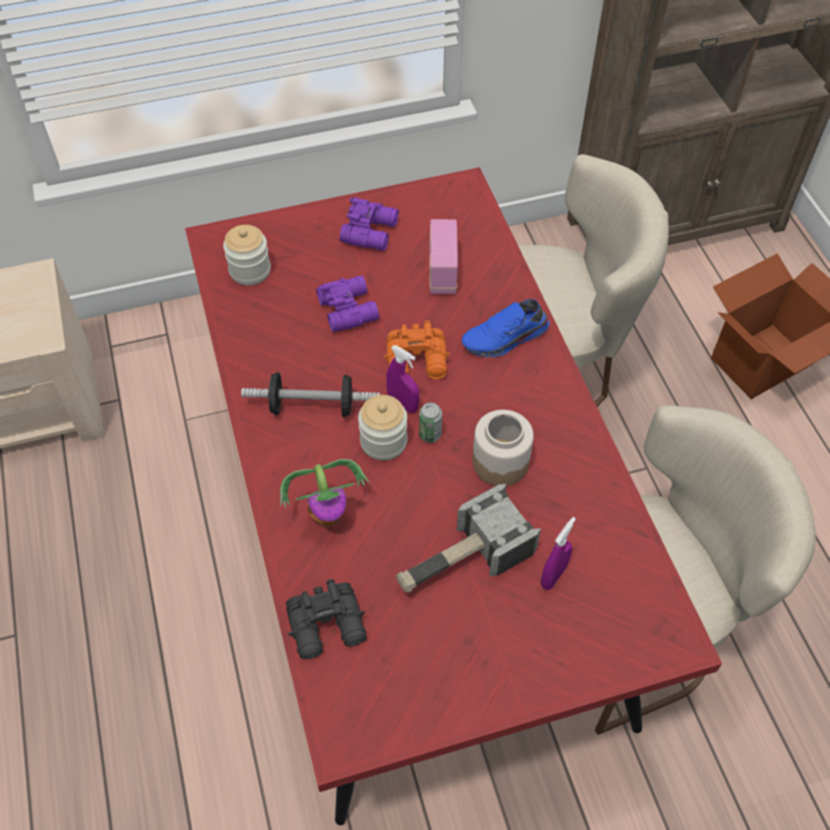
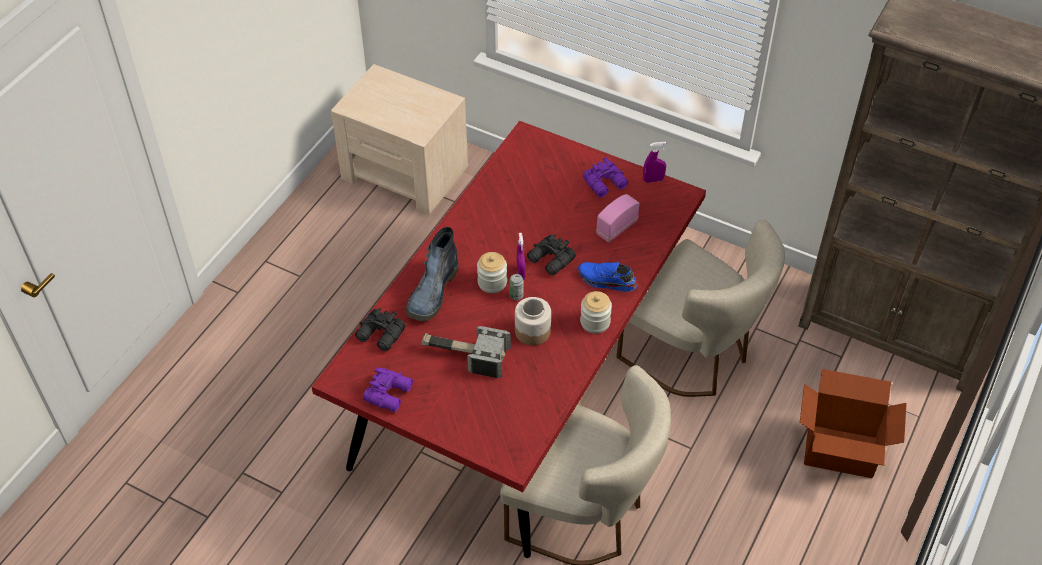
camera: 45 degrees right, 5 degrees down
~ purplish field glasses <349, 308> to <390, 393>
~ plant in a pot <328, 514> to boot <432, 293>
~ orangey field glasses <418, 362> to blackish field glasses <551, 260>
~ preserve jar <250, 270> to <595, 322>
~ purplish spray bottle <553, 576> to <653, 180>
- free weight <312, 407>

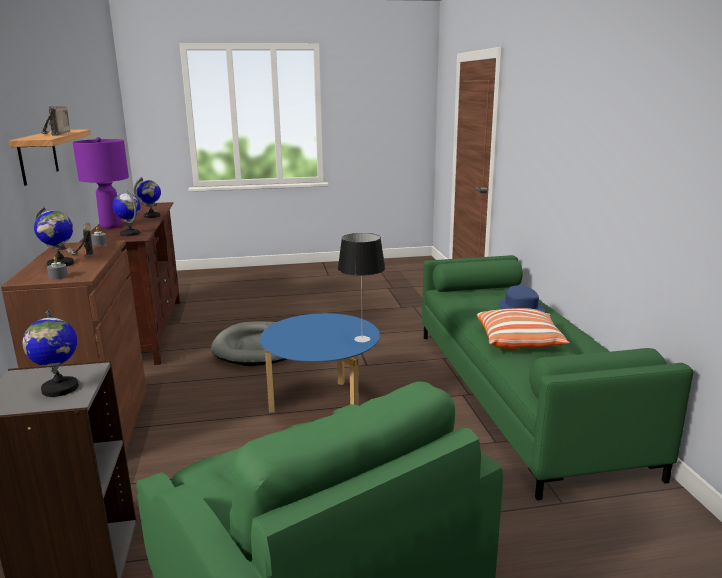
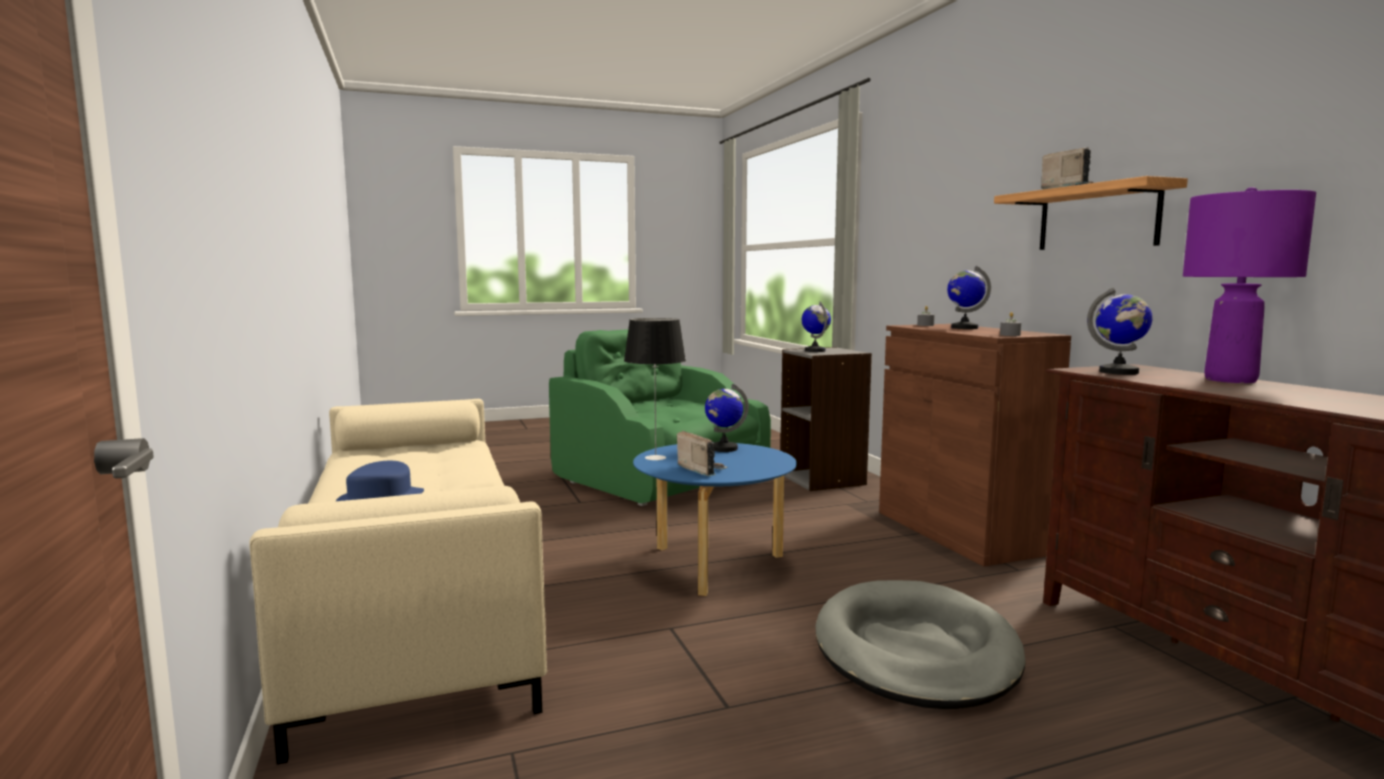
camera: 170 degrees right, 10 degrees down
~ green couch <519, 394> to beige-coloured couch <414, 596>
~ radio receiver <83, 253> to <701, 469>
~ globe <152, 216> to <723, 448>
- cushion <519, 341>

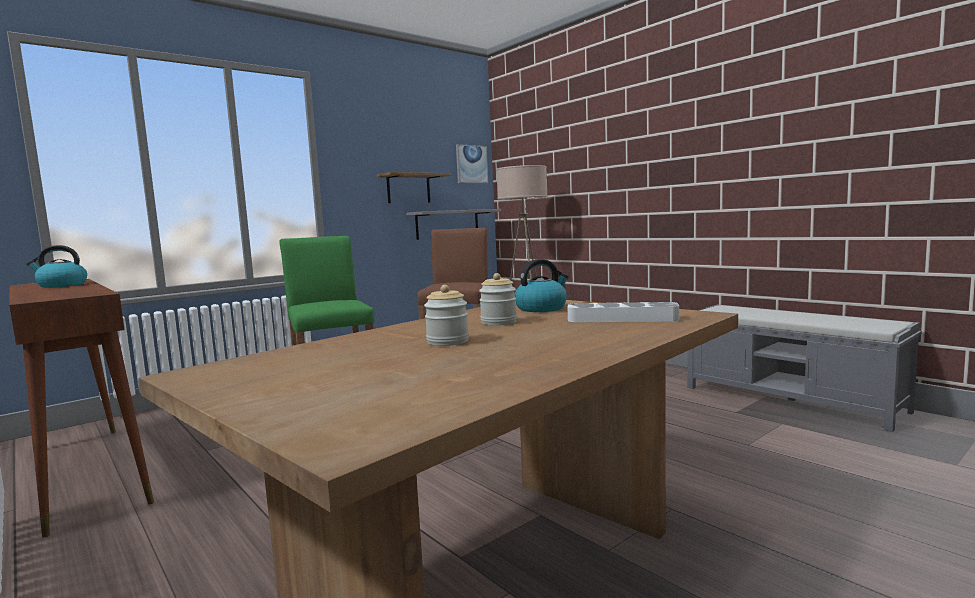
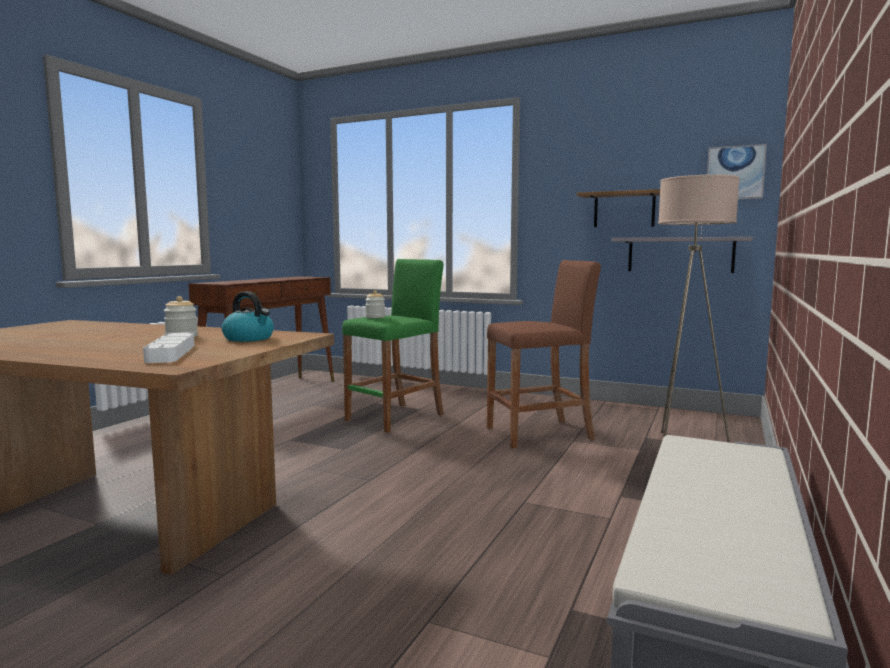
camera: 65 degrees right, 0 degrees up
~ preserve jar <447, 342> to <375, 317>
- kettle <61, 285>

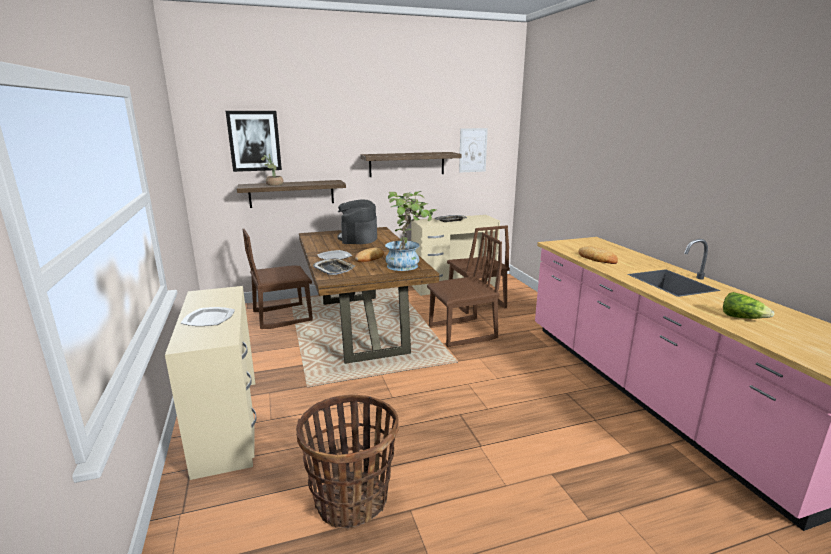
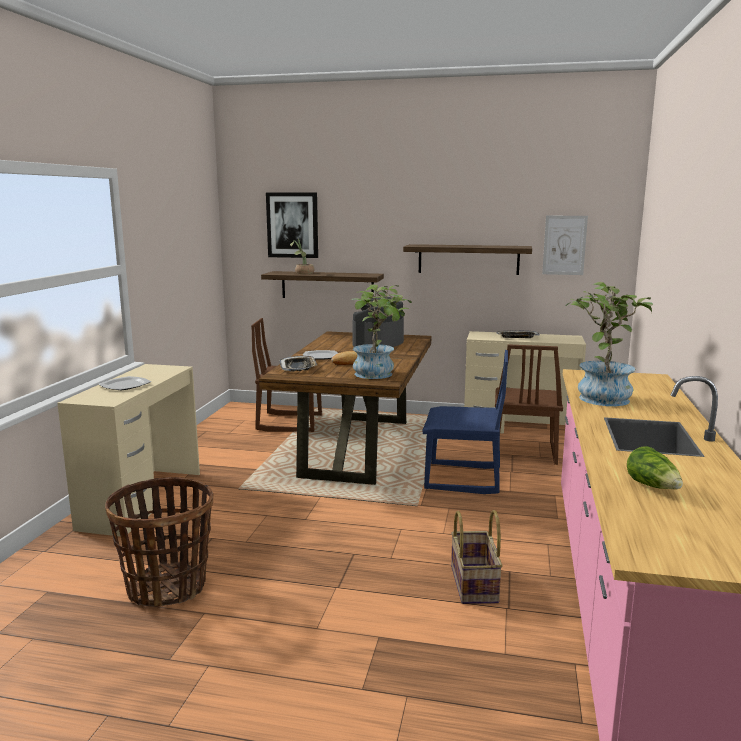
camera: 30 degrees right, 5 degrees down
~ brown-coloured upright chair <462, 333> to blue upright chair <463, 479>
+ storage basket <475, 584>
~ bread <597, 259> to plant in a pot <602, 396>

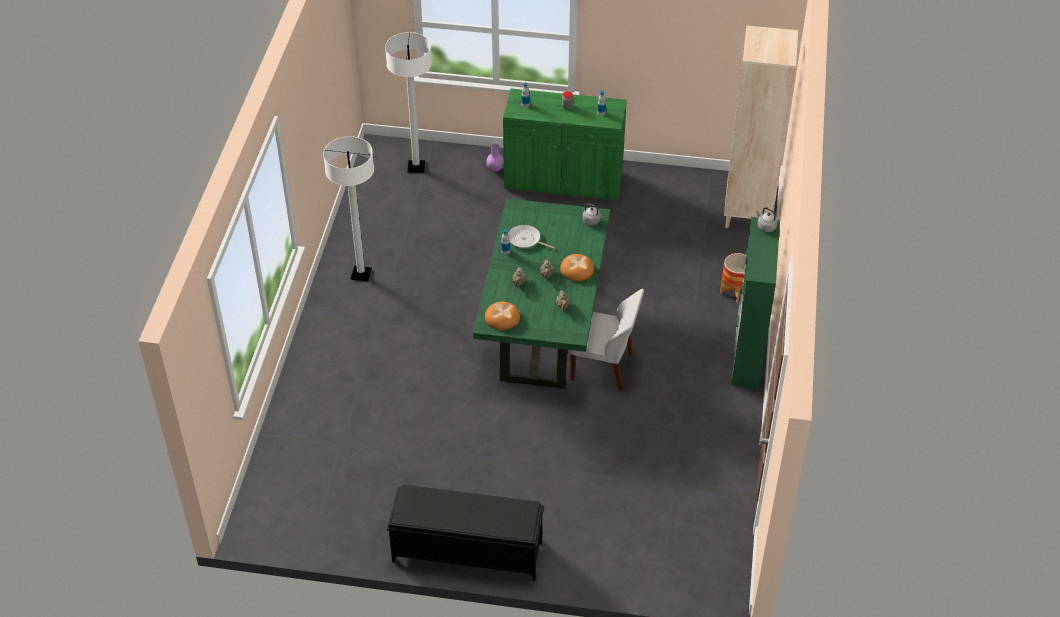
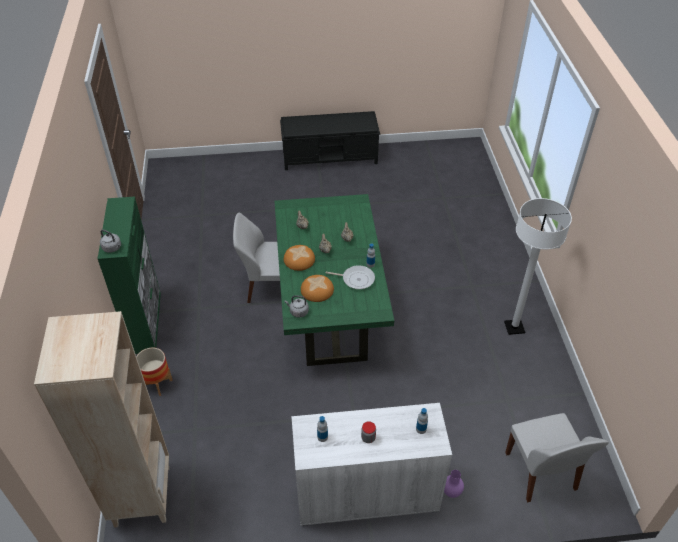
camera: 165 degrees right, 0 degrees up
~ green cupboard <563, 181> to whitish cupboard <366, 493>
~ bread <502, 317> to <317, 290>
~ whitish floor lamp <416, 167> to whitish upright chair <541, 473>

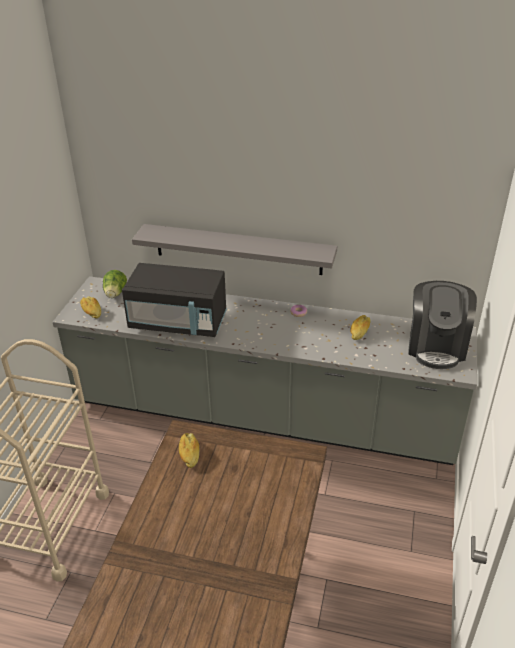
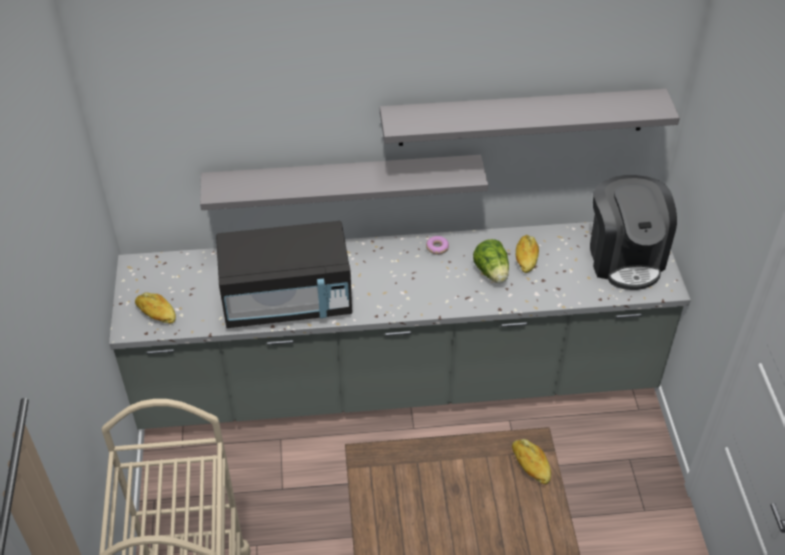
camera: 20 degrees left, 10 degrees up
+ gray wall shelf <522, 117>
~ head of lettuce <115, 294> to <492, 272>
~ bread <189, 454> to <530, 465>

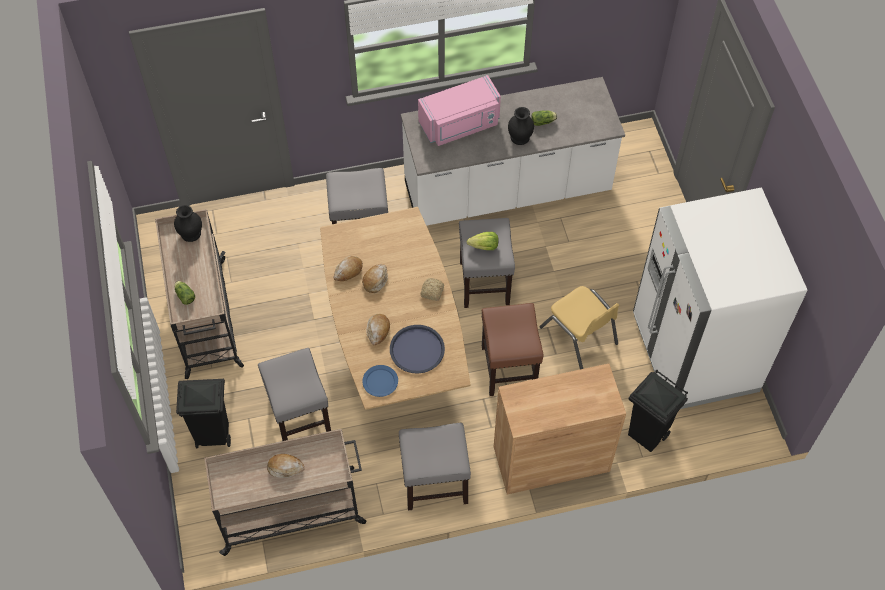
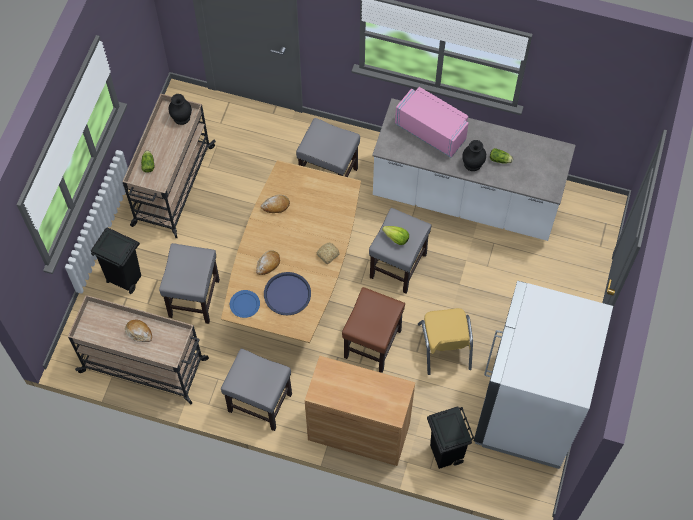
camera: 30 degrees right, 5 degrees up
~ pink microwave oven <460, 125> = <432, 130> 150 degrees counterclockwise
- bread <375, 280>

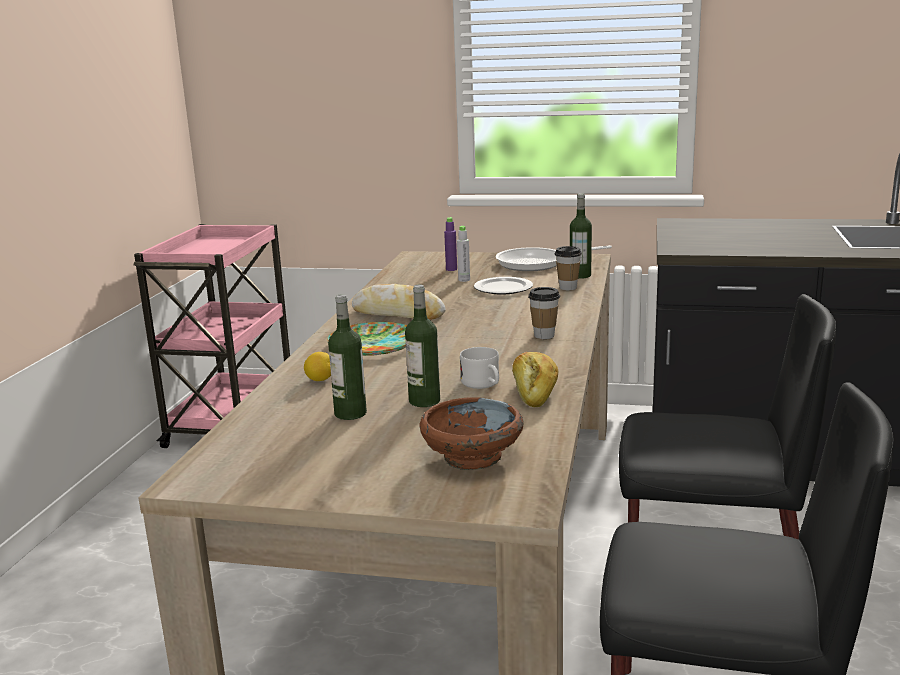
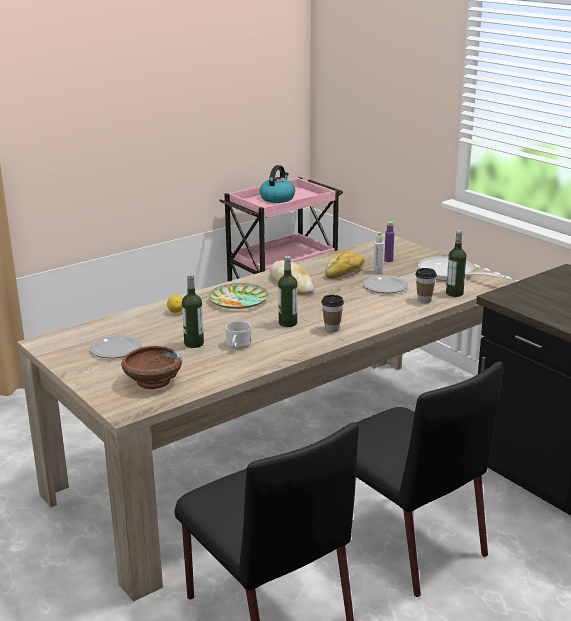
camera: 40 degrees right, 5 degrees up
+ plate <115, 349>
+ kettle <277, 198>
~ bottle <350, 413> to <288, 323>
~ bread <535, 391> to <345, 273>

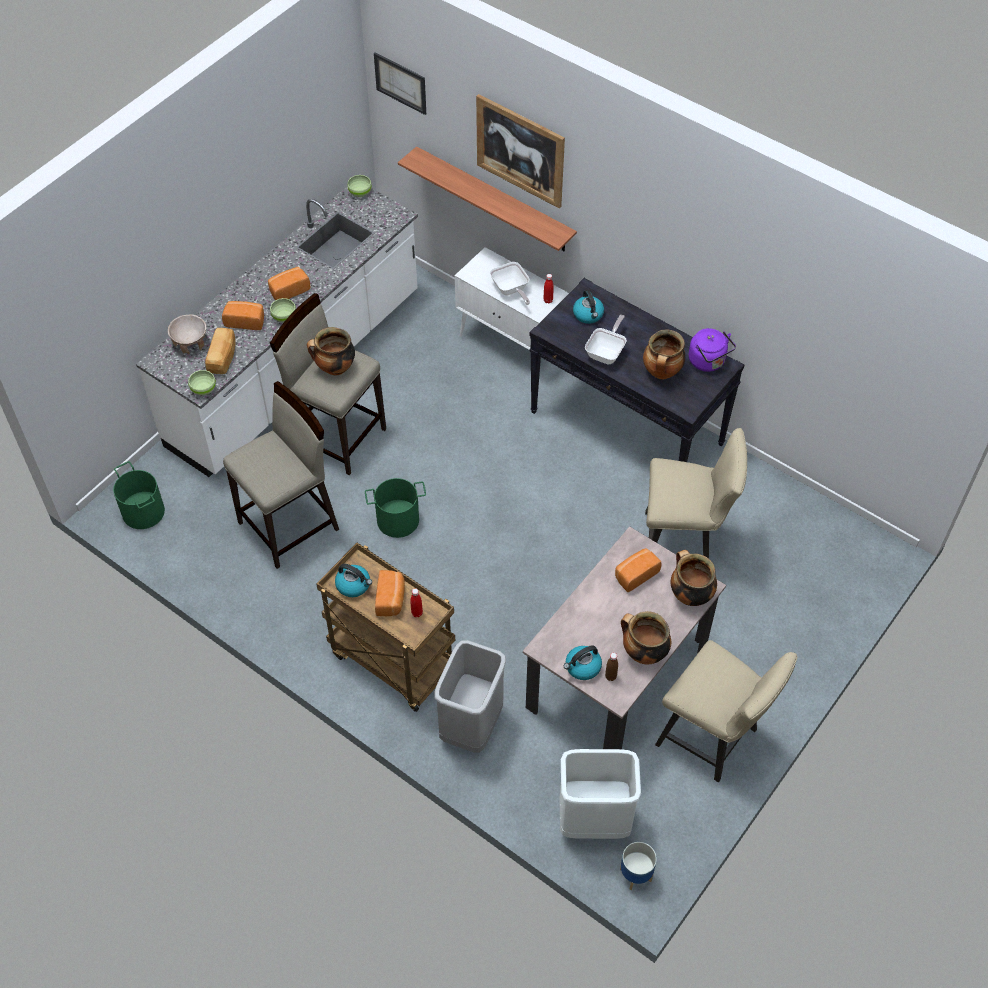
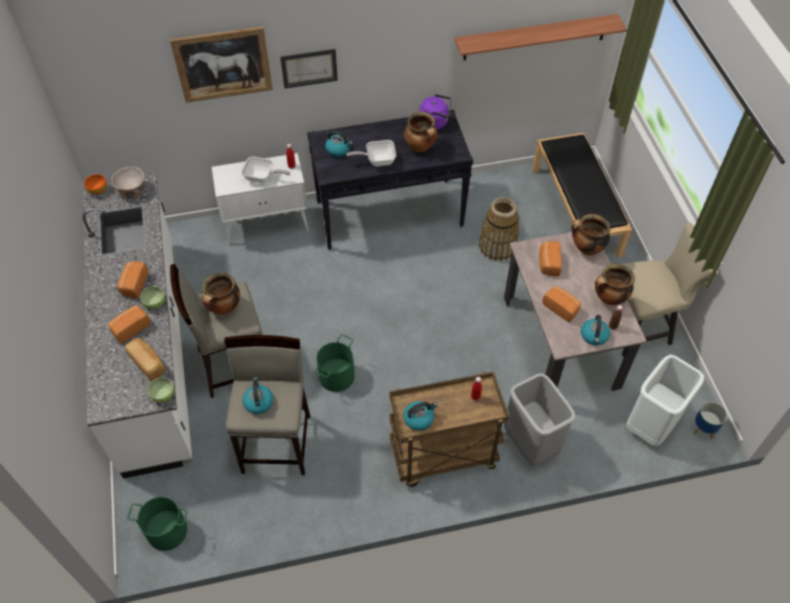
camera: 50 degrees left, 0 degrees up
~ green serving bowl <360, 192> to orangey serving bowl <98, 190>
~ beige-coloured serving bowl <190, 343> to <132, 190>
+ kettle <258, 402>
~ picture <400, 83> to <309, 68>
~ skillet <606, 352> = <377, 161> 75 degrees counterclockwise
~ wall shelf <494, 200> to <535, 37>
~ beige-coloured upright chair <683, 545> to storage basket <498, 246>
+ blackish indoor bench <576, 211>
~ bread <391, 599> to <561, 307>

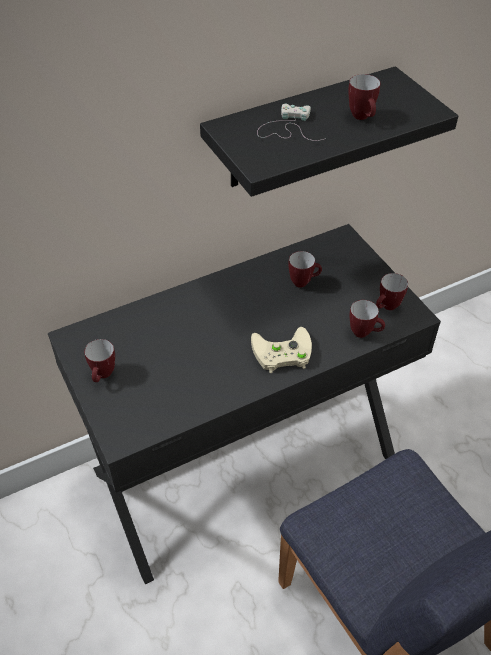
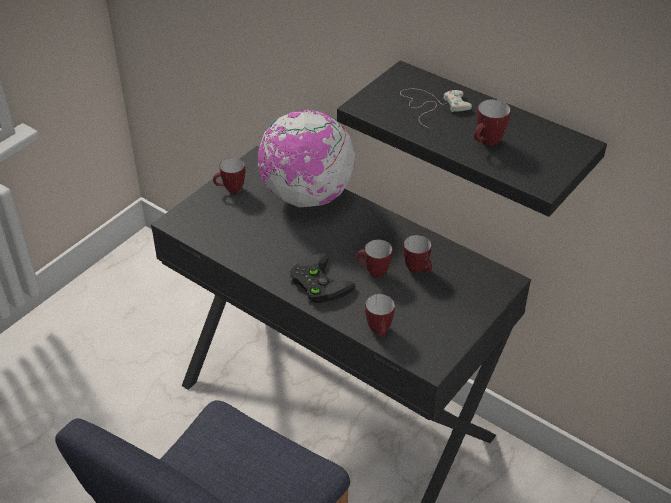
camera: 65 degrees right, 5 degrees down
+ globe <307, 196>
~ beige-coloured game controller <280, 354> to blackish game controller <317, 282>
~ mug <387, 308> to <373, 272>

